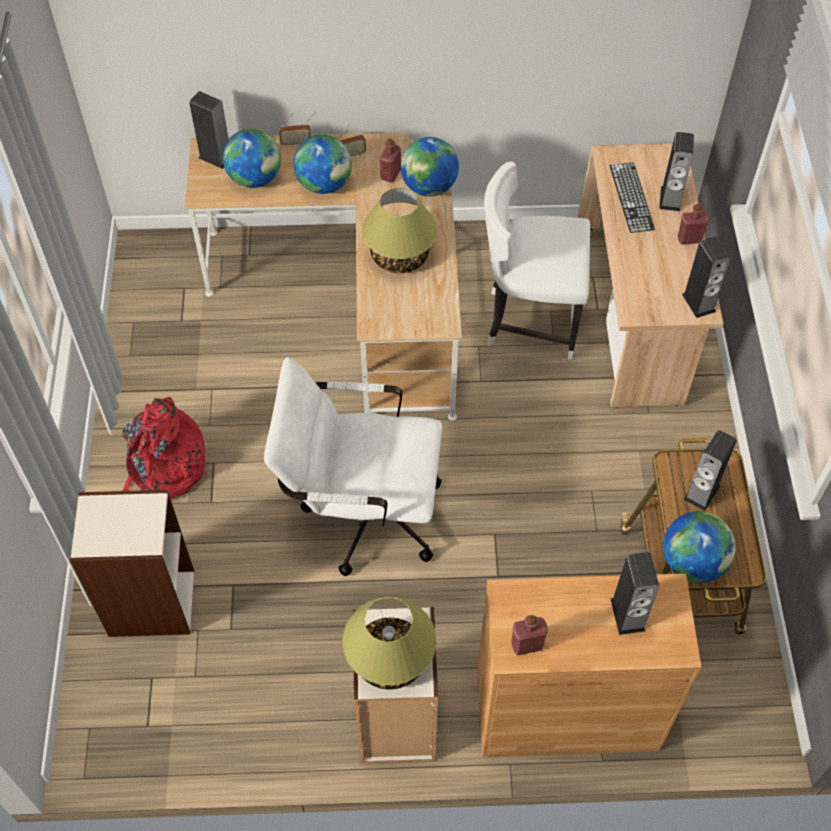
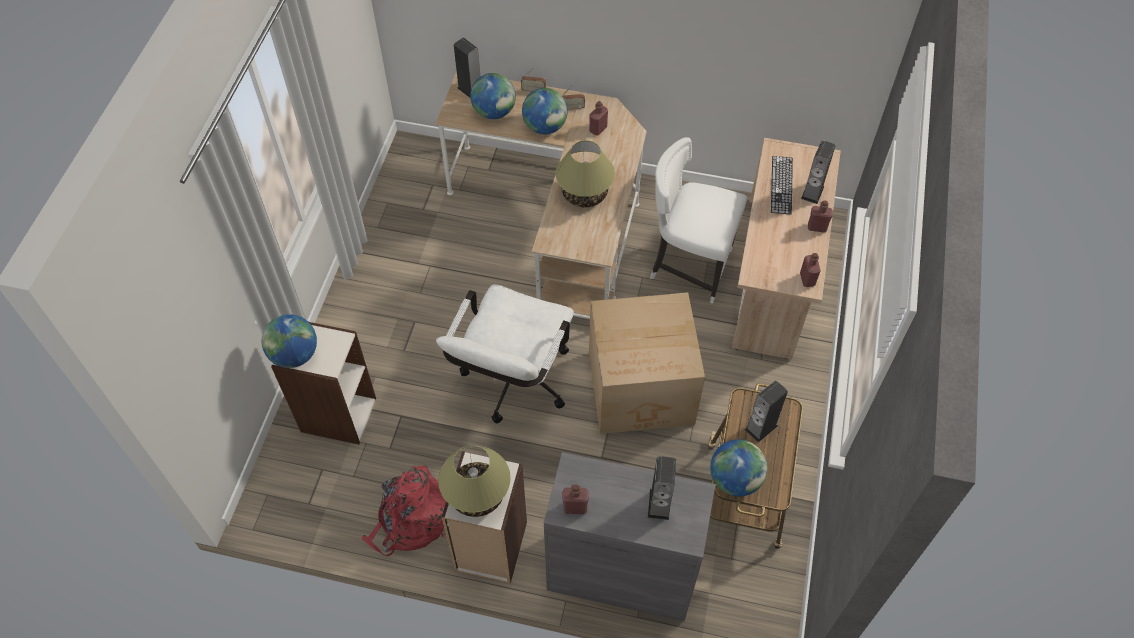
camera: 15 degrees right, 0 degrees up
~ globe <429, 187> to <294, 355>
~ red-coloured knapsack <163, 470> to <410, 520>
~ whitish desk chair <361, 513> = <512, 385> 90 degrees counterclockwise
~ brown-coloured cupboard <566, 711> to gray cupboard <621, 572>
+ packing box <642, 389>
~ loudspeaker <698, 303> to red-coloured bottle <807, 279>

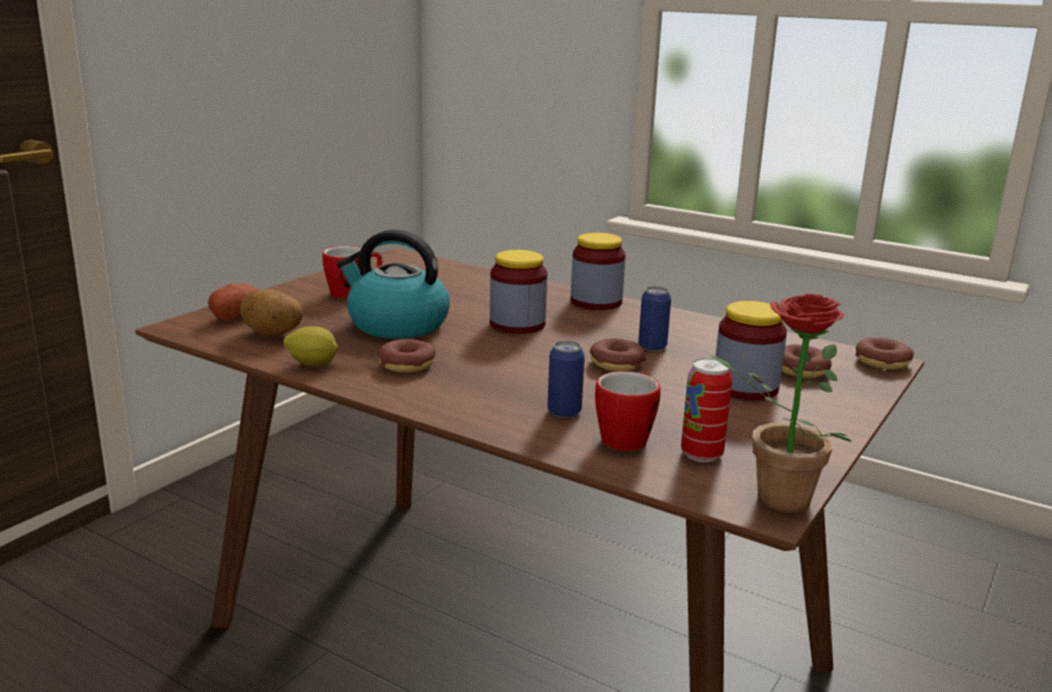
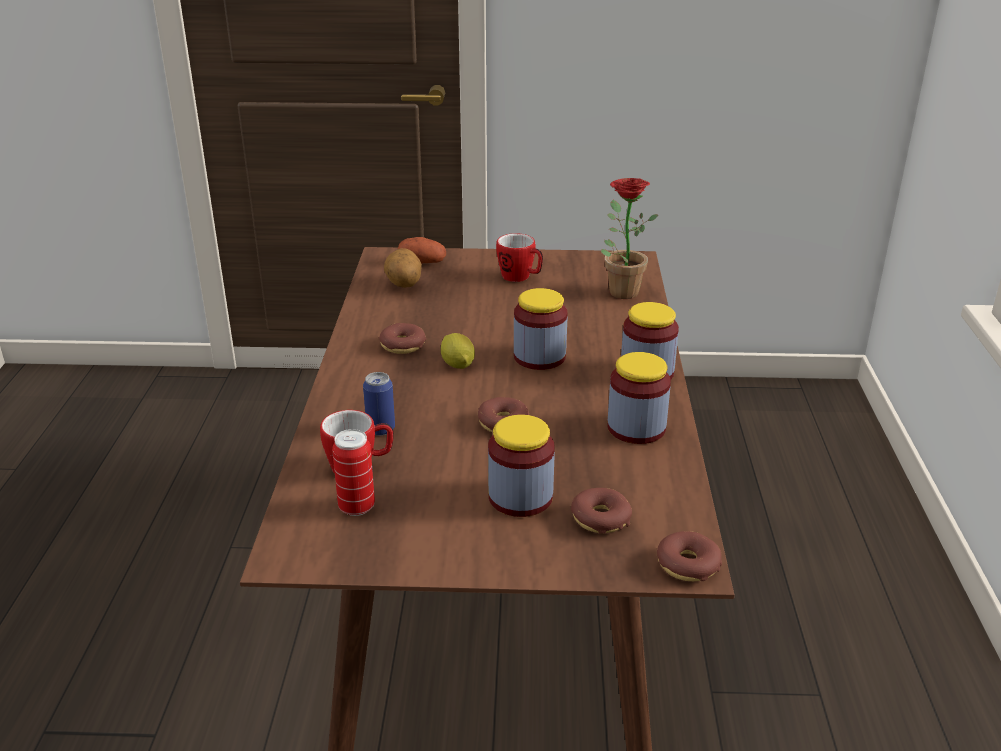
camera: 60 degrees right, 10 degrees up
~ lemon <313, 364> to <457, 364>
~ plant in a pot <771, 499> to <619, 290>
+ preserve jar <636, 428>
- kettle <396, 325>
- sealed can <652, 346>

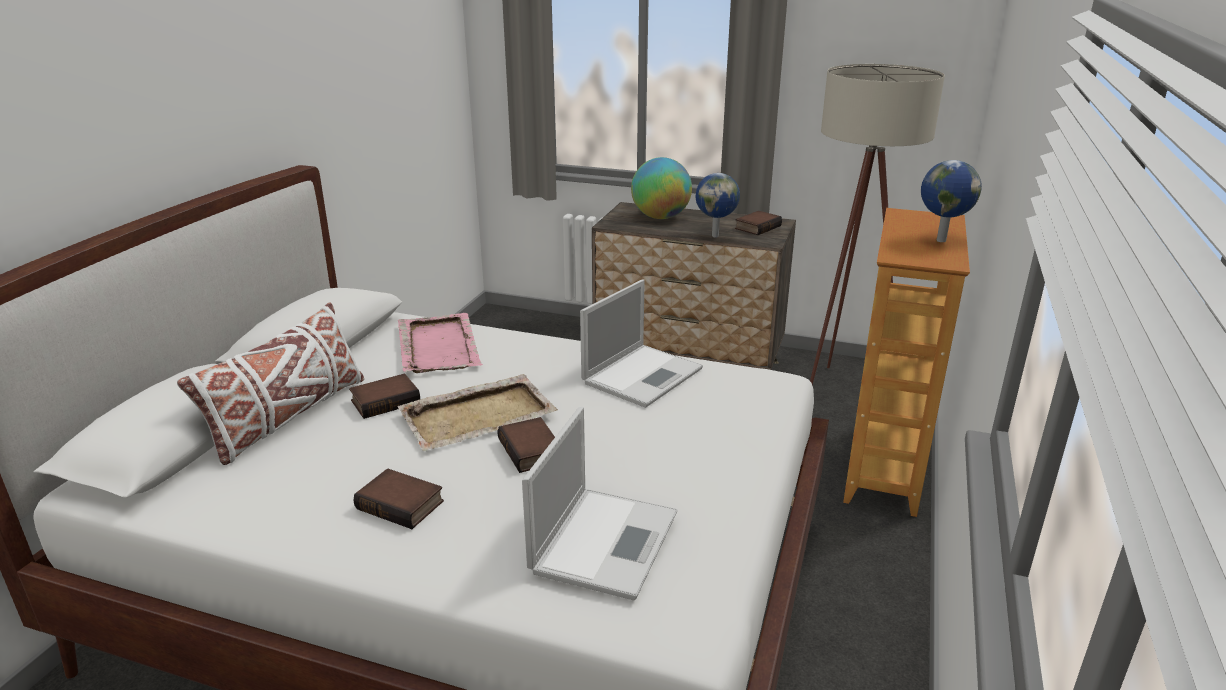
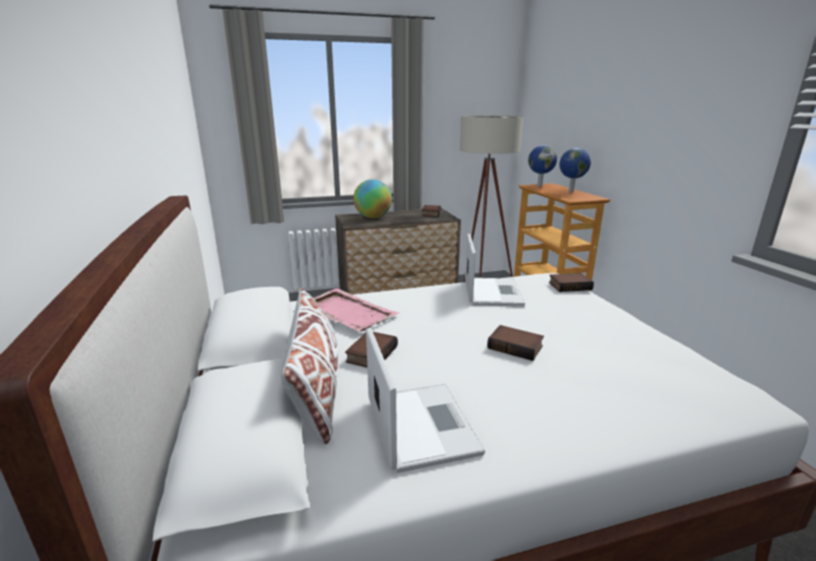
camera: 35 degrees left, 5 degrees down
~ notebook computer <605, 540> to <420, 424>
~ globe <715, 235> to <539, 186>
~ bound book <402, 504> to <570, 285>
- beige-coloured serving tray <479, 415>

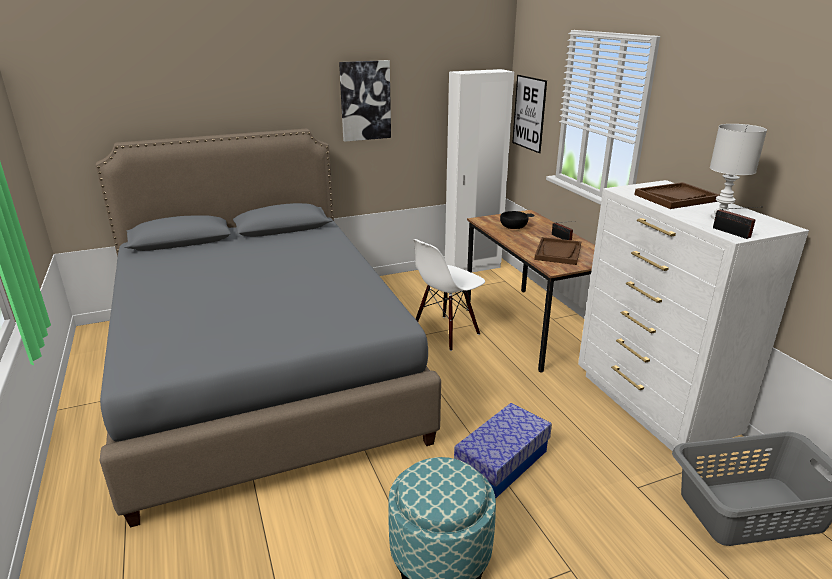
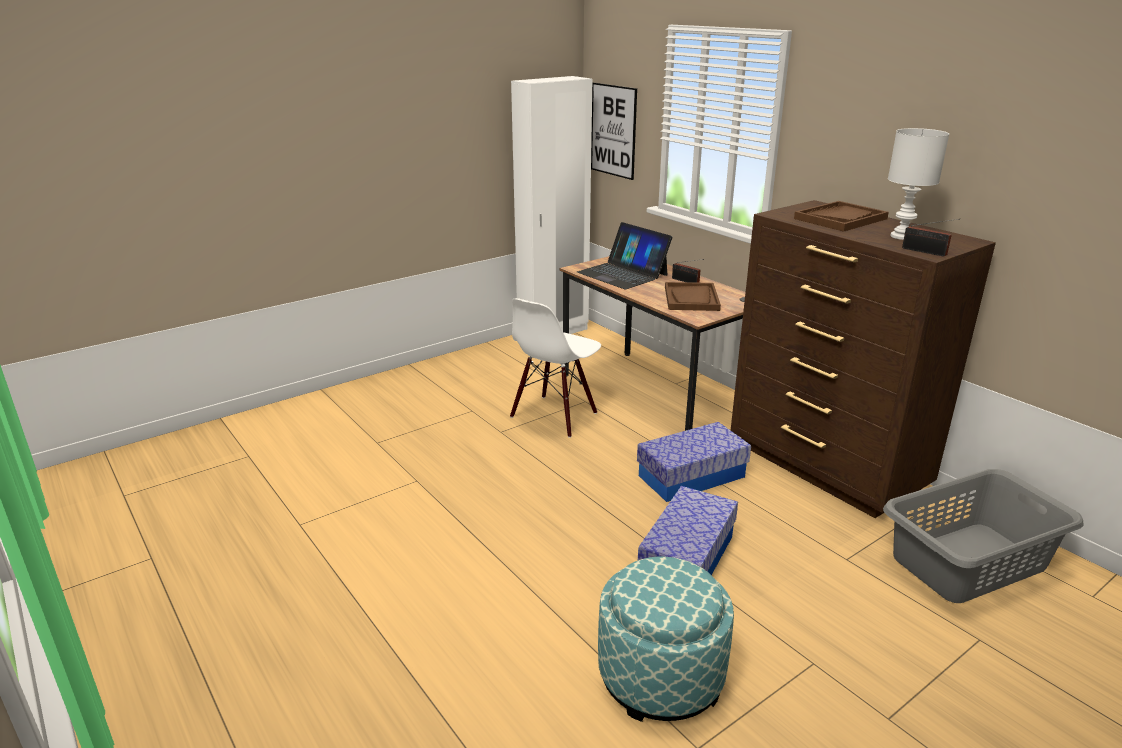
camera: 15 degrees left, 0 degrees up
~ blackish serving bowl <513, 227> to notebook computer <623, 273>
+ storage box <691, 476>
~ whitish drawer chest <652, 406> to brown-coloured drawer chest <826, 467>
- gray bedroom bed <261, 372>
- picture <365, 101>

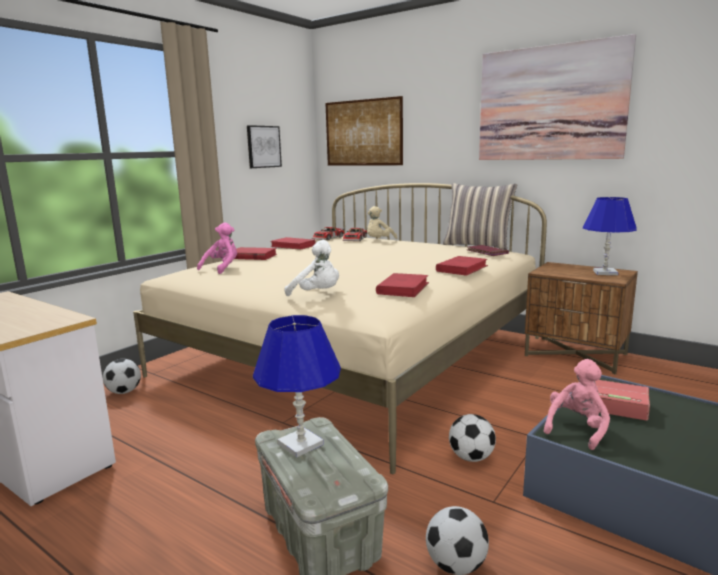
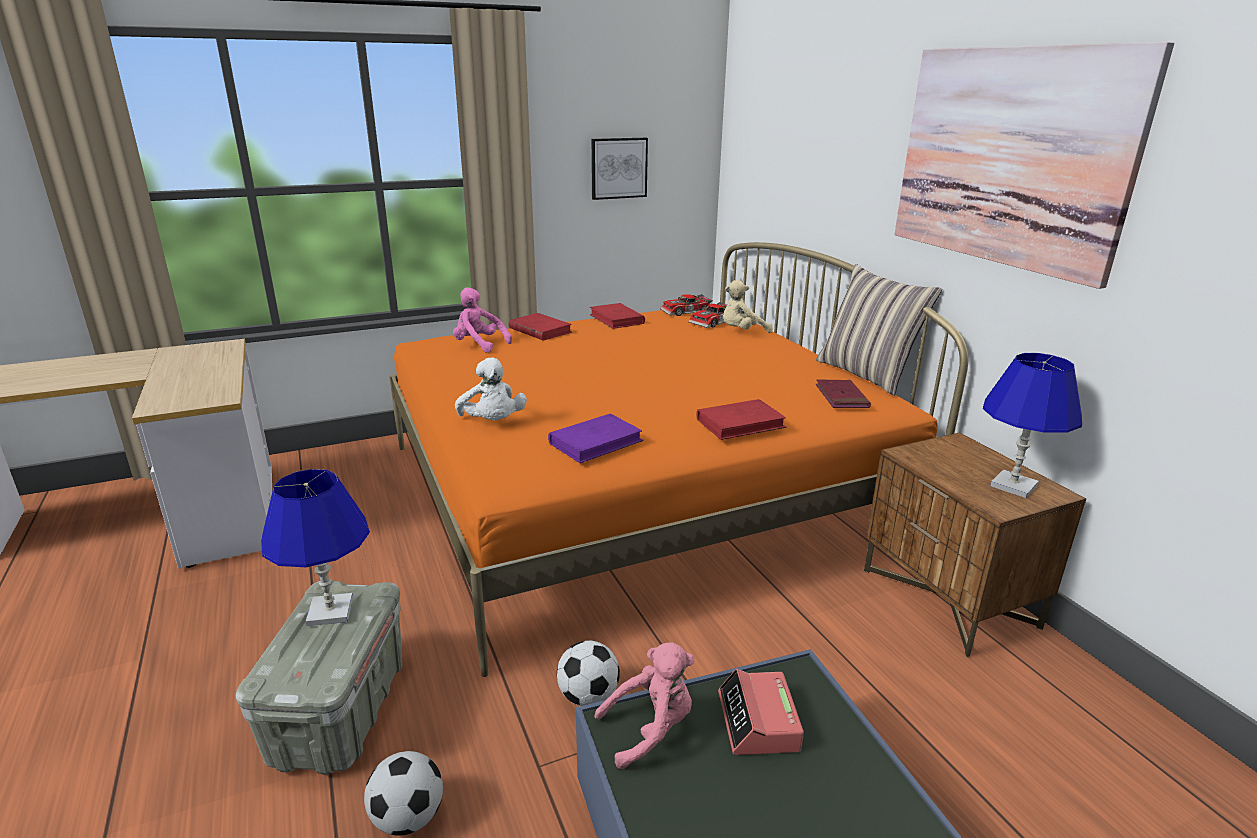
camera: 30 degrees right, 10 degrees up
~ beige-coloured bedroom bed <355, 356> to orangey bedroom bed <636, 492>
~ pink soft toy <222, 268> = <479, 345> 120 degrees counterclockwise
~ red-coloured bound book <403, 288> to purplish bound book <596, 442>
~ alarm clock <617, 406> = <758, 722> 150 degrees counterclockwise
- football <124, 392>
- picture <363, 133>

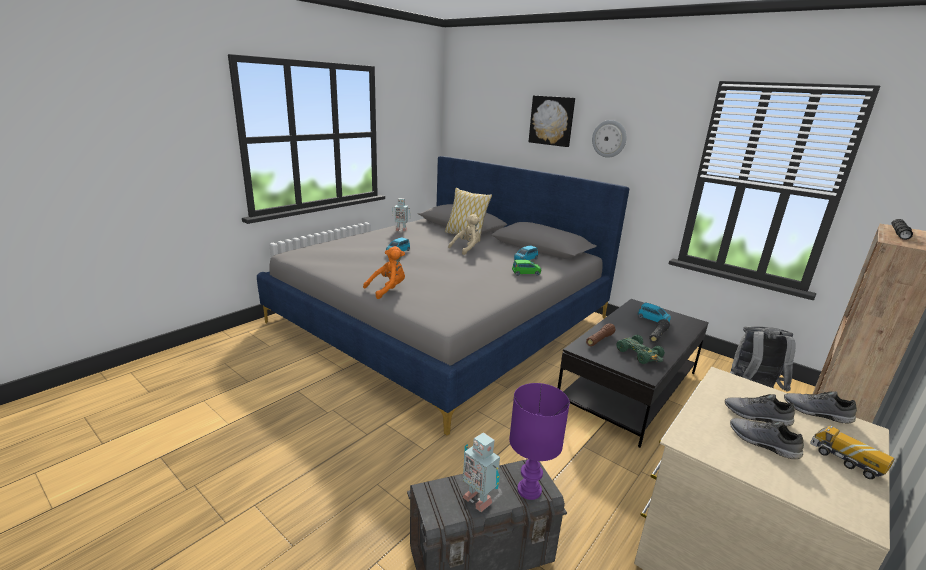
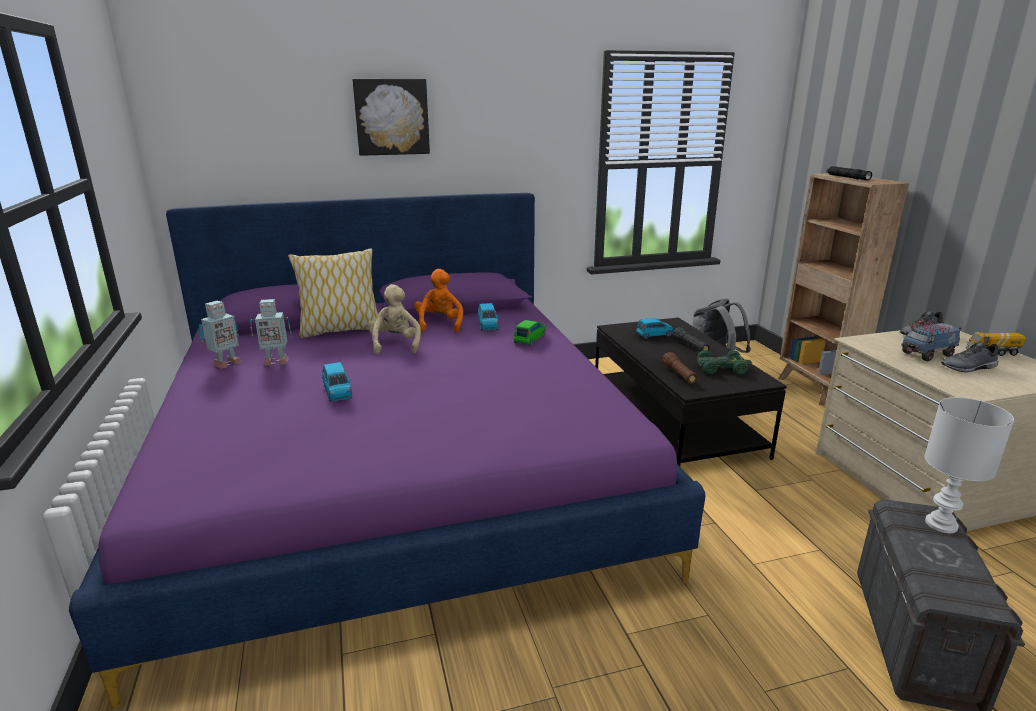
camera: 55 degrees left, 0 degrees up
~ gray bedroom bed <443, 320> to purplish bedroom bed <398, 475>
~ model robot <478, 498> to <275, 361>
~ orangey soft toy <388, 289> to <439, 324>
~ gray low shoe <756, 416> to toy lorry <927, 354>
~ purplish lamp for a table <528, 489> to whitish lamp for a table <940, 525>
- clock on the wall <609, 139>

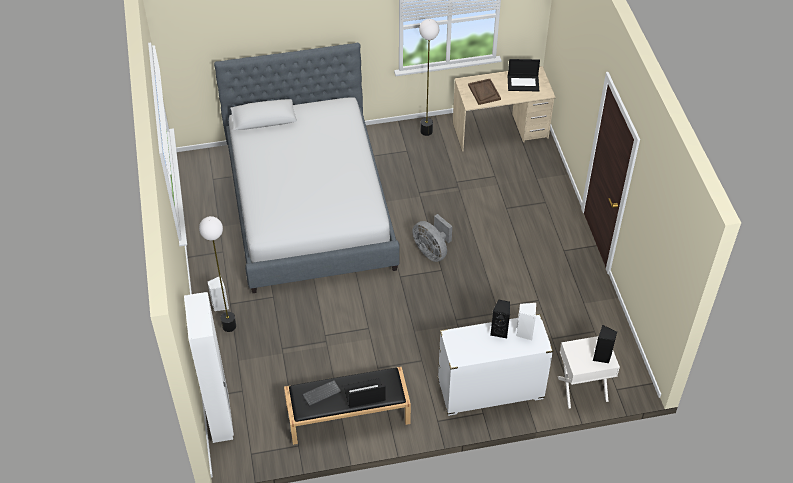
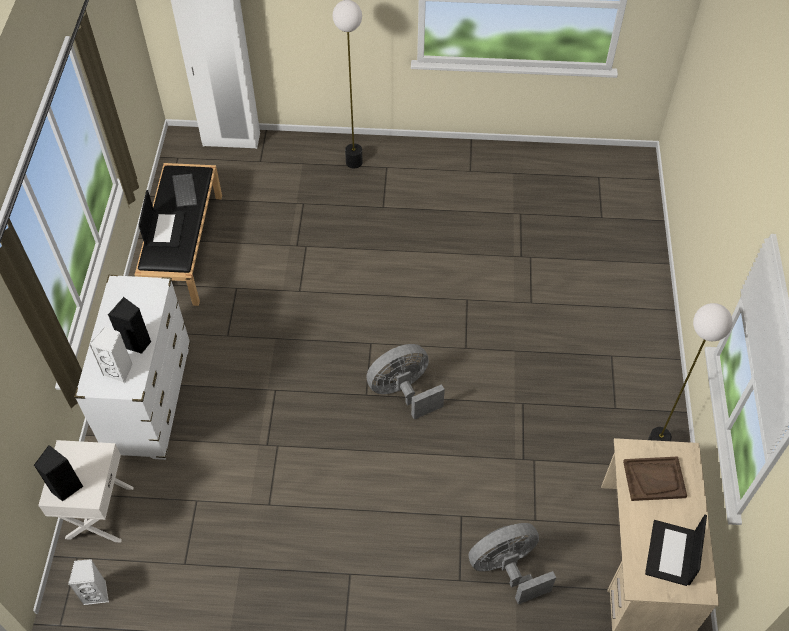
camera: 105 degrees right, 5 degrees up
~ whitish loudspeaker <220, 305> to <97, 593>
+ gray fan <507, 569>
- bedroom bed <309, 206>

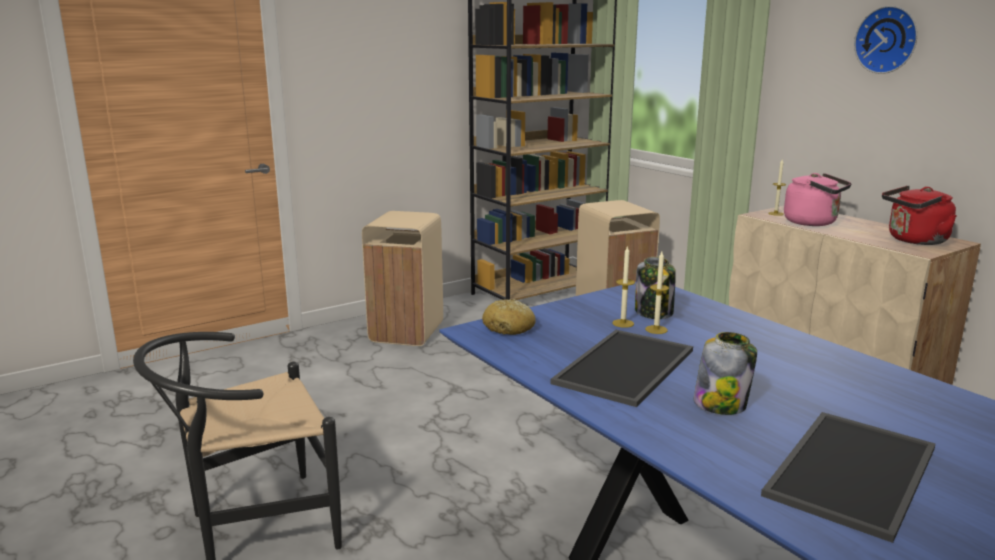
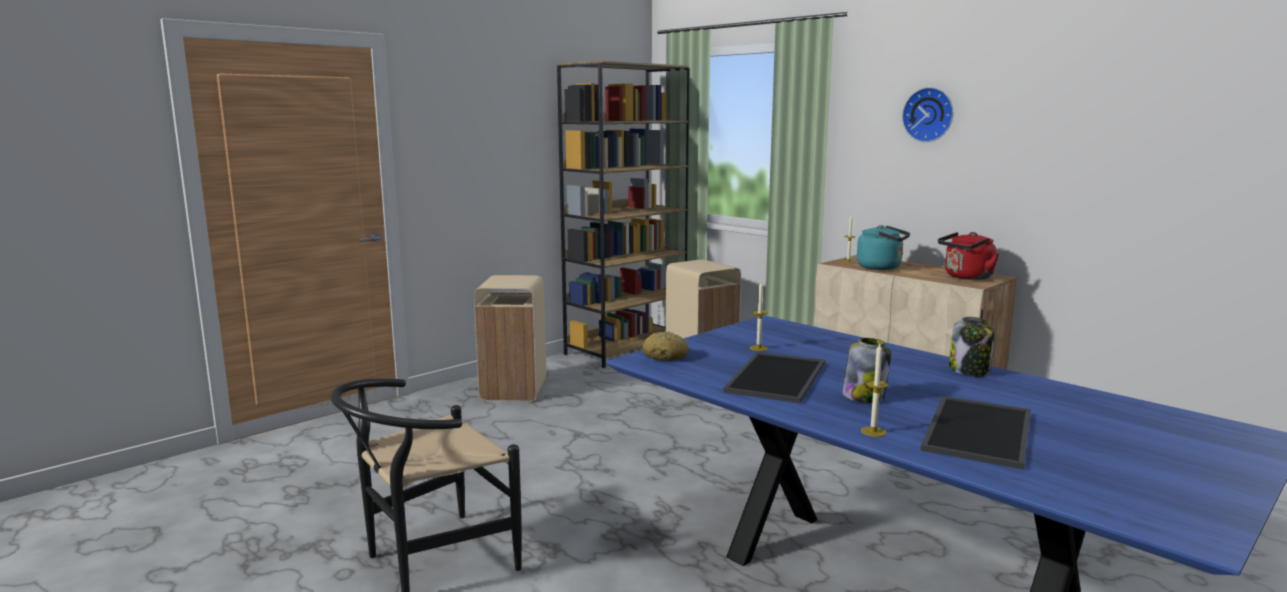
camera: 10 degrees left, 5 degrees down
~ pink kettle <813, 223> to turquoise-coloured kettle <882, 267>
~ wax candle <656, 329> to <873, 431>
~ preserve jar <654, 312> to <970, 371>

